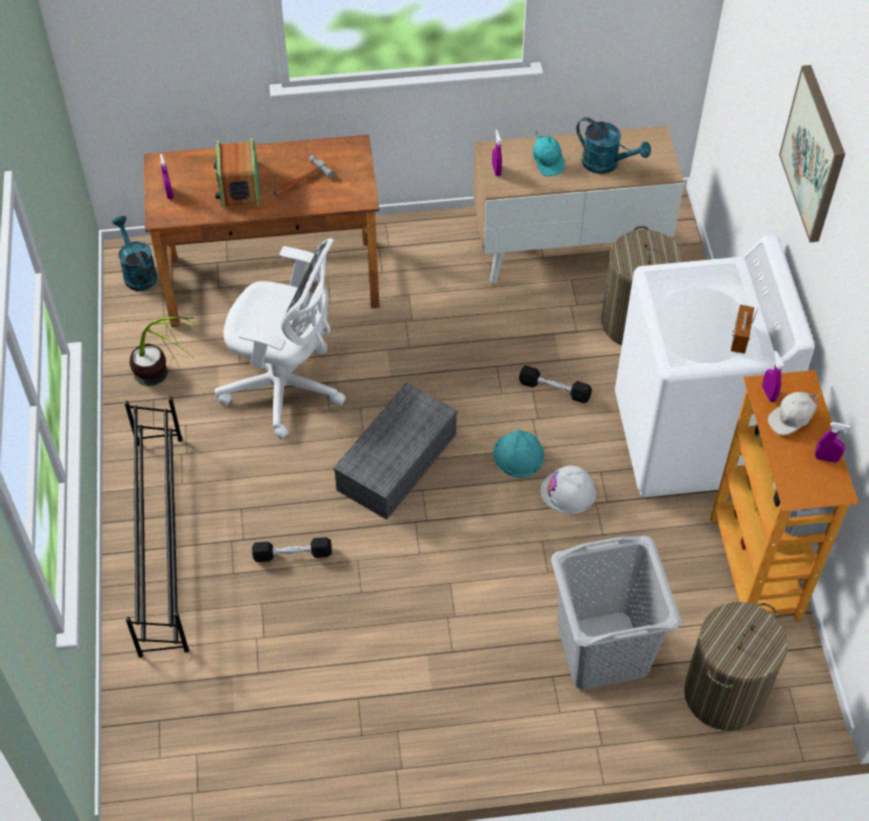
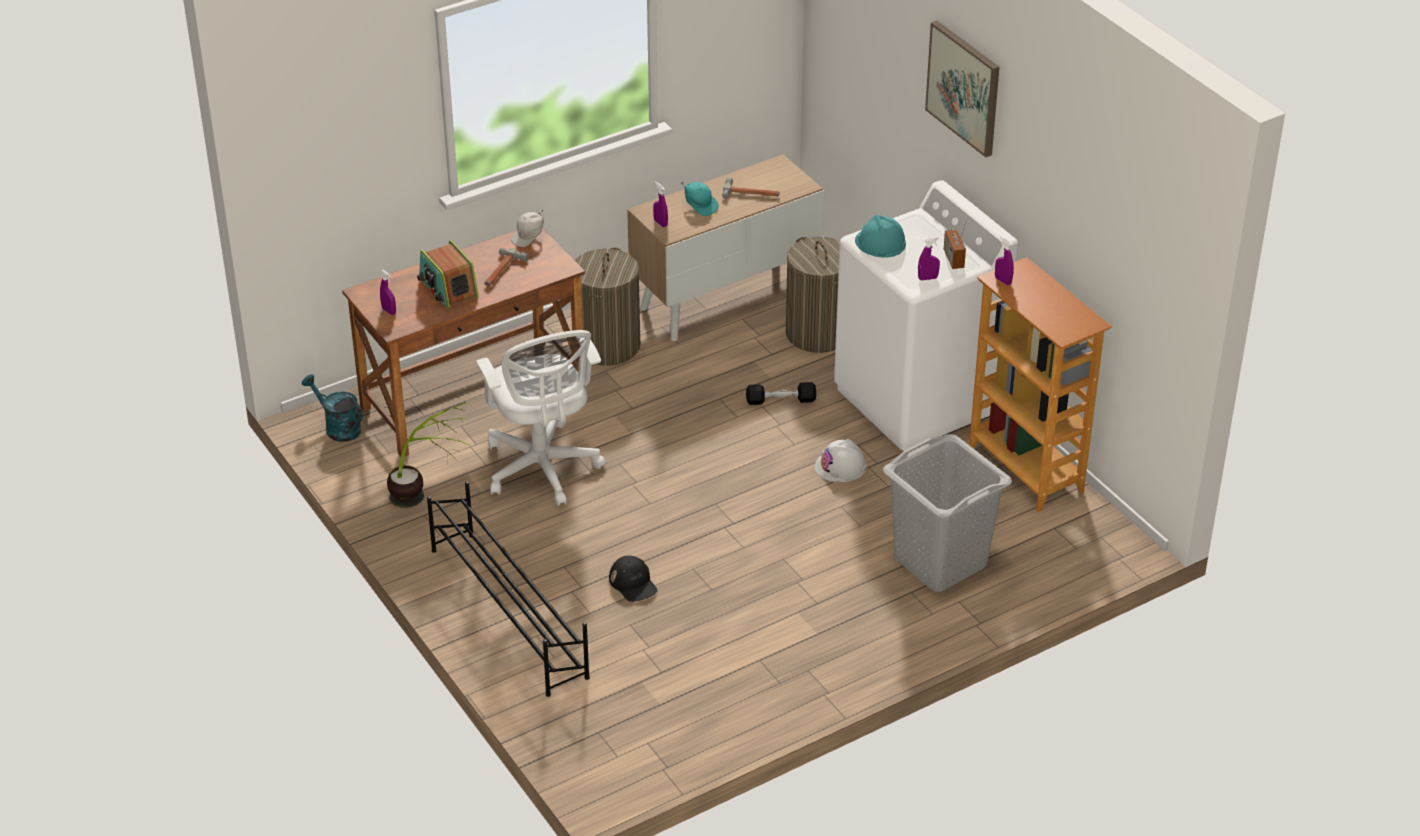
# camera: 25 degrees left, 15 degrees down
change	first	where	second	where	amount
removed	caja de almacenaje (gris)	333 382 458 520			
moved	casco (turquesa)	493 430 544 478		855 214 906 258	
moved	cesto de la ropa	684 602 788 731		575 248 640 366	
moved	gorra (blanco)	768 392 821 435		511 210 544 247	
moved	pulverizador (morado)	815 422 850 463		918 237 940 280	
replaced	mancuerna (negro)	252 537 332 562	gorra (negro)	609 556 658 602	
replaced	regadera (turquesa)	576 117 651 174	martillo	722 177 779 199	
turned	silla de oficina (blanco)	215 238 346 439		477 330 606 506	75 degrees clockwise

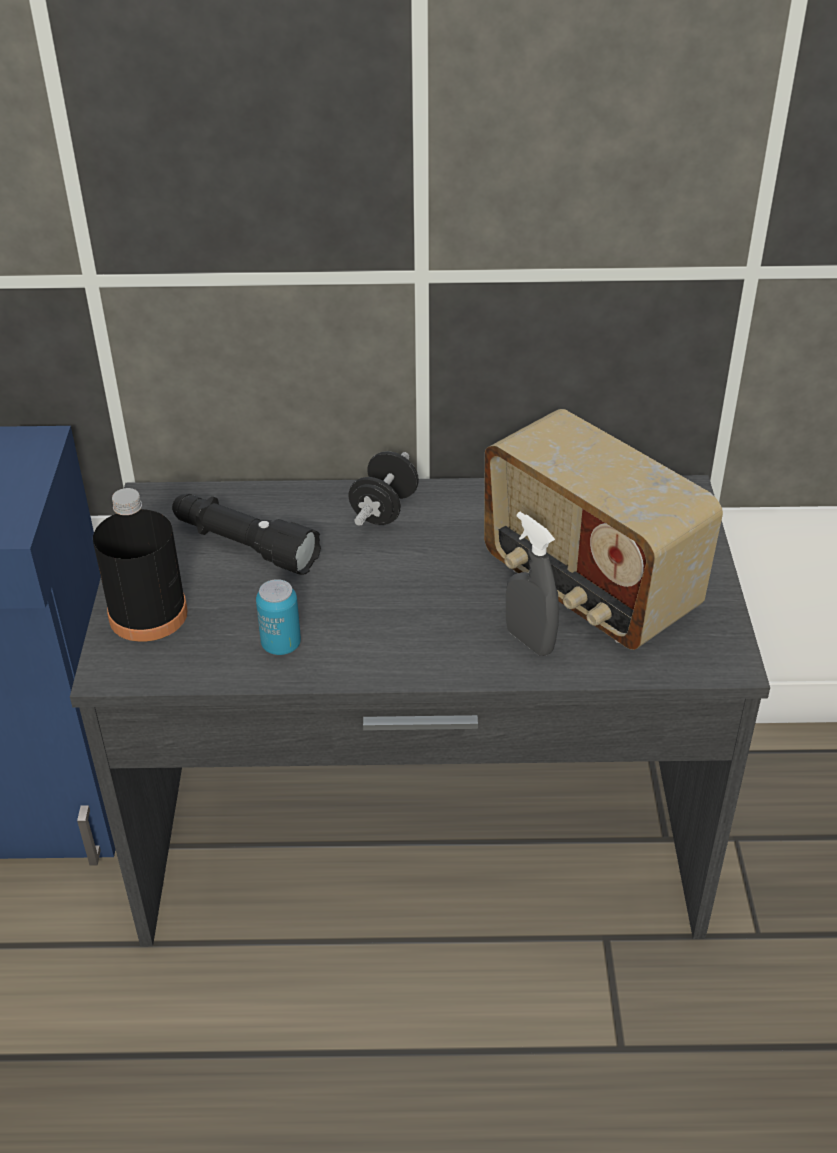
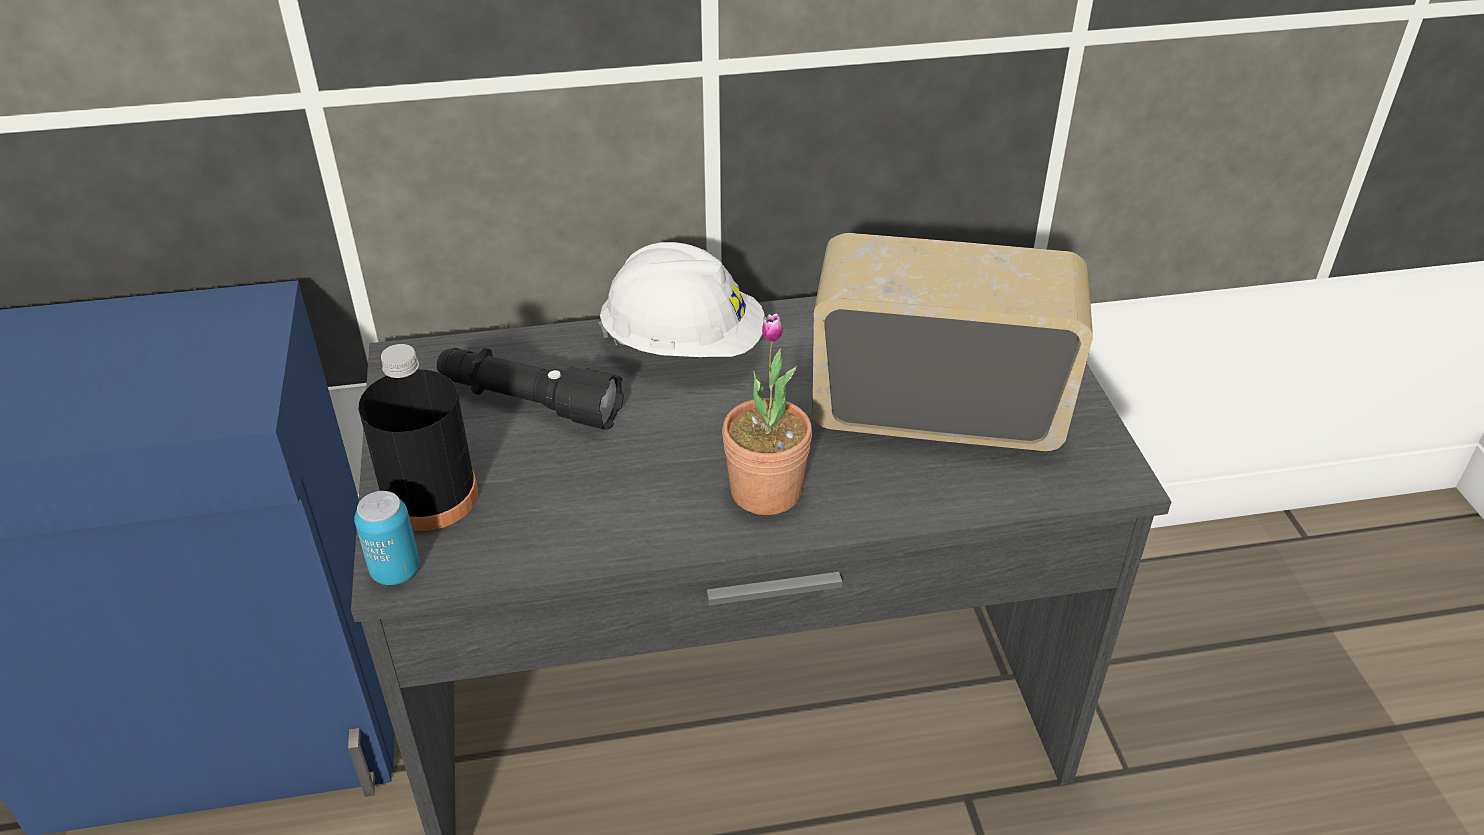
# camera: 10 degrees left, 0 degrees up
change	first	where	second	where	amount
removed	pulverizador (gris)	506 512 559 656			
added			planta en maceta	722 314 812 515	
moved	lata	256 579 301 655		354 491 420 585	
replaced	mancuerna (negro)	348 451 419 526	casco (blanco)	599 242 765 357	
turned	radio	484 409 723 650		813 233 1093 451	150 degrees clockwise

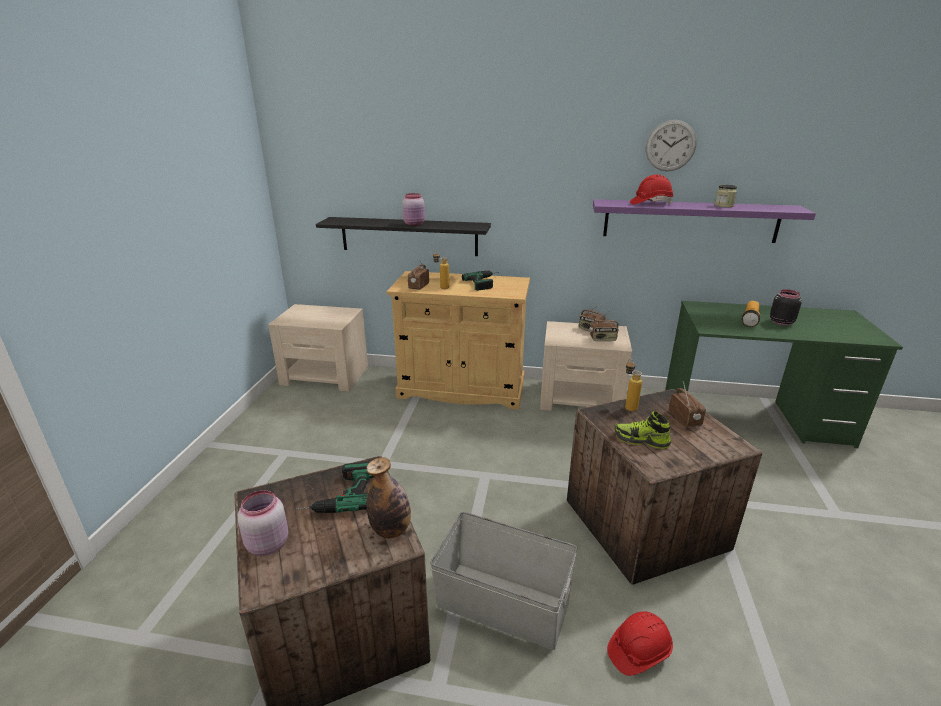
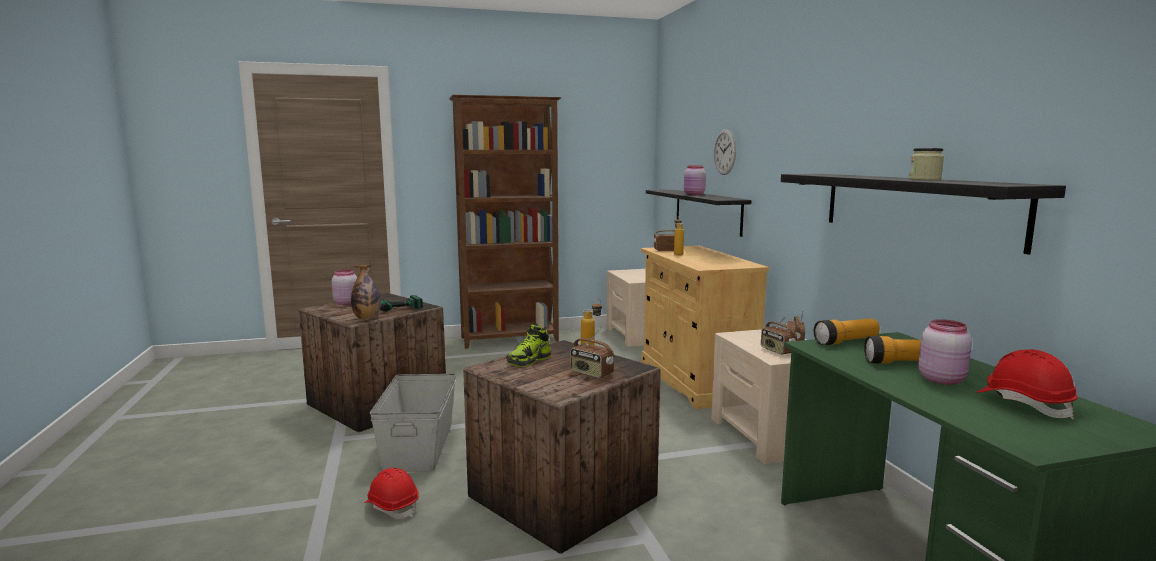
# camera: 65 degrees right, 15 degrees down
change	first	where	second	where	amount
removed	taladro	462 271 499 291			
added			estantería (marrón)	449 95 562 349	
added			linterna	814 318 879 345	
moved	casco (rojo)	630 174 673 204		975 349 1078 420	
moved	reloj de pared	646 120 697 171		714 129 736 175	
recoloured	estante (morado)	593 199 816 243	estante (negro)	781 174 1066 255	
recoloured	tarro (negro)	770 289 802 325	tarro (rosa)	918 319 972 385	
turned	zapato	614 411 671 449		506 325 551 367	135 degrees counterclockwise
turned	radio	669 381 706 427		570 327 614 378	75 degrees clockwise

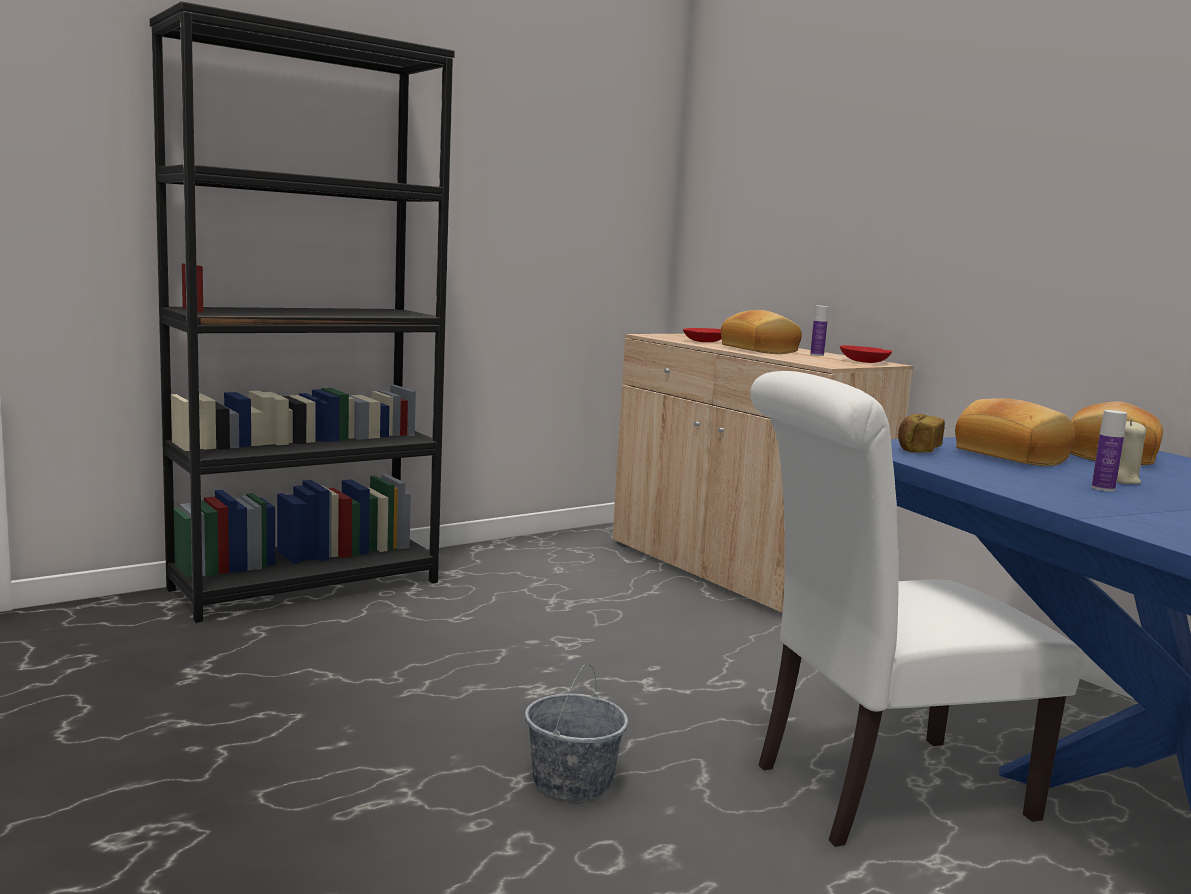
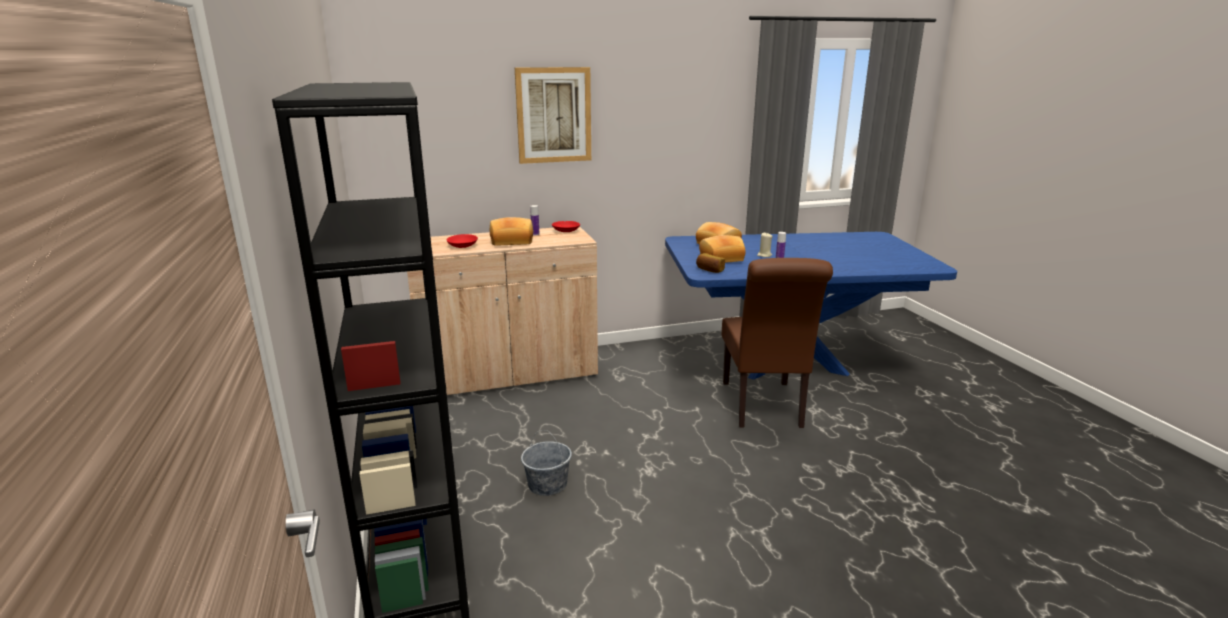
# camera: 70 degrees left, 10 degrees up
change	first	where	second	where	amount
added			cuadro	515 67 591 164	
moved	cubo (gris)	525 664 628 801		521 430 572 496	
recoloured	silla (blanco)	750 371 1083 847	silla (marrón)	722 258 833 428	

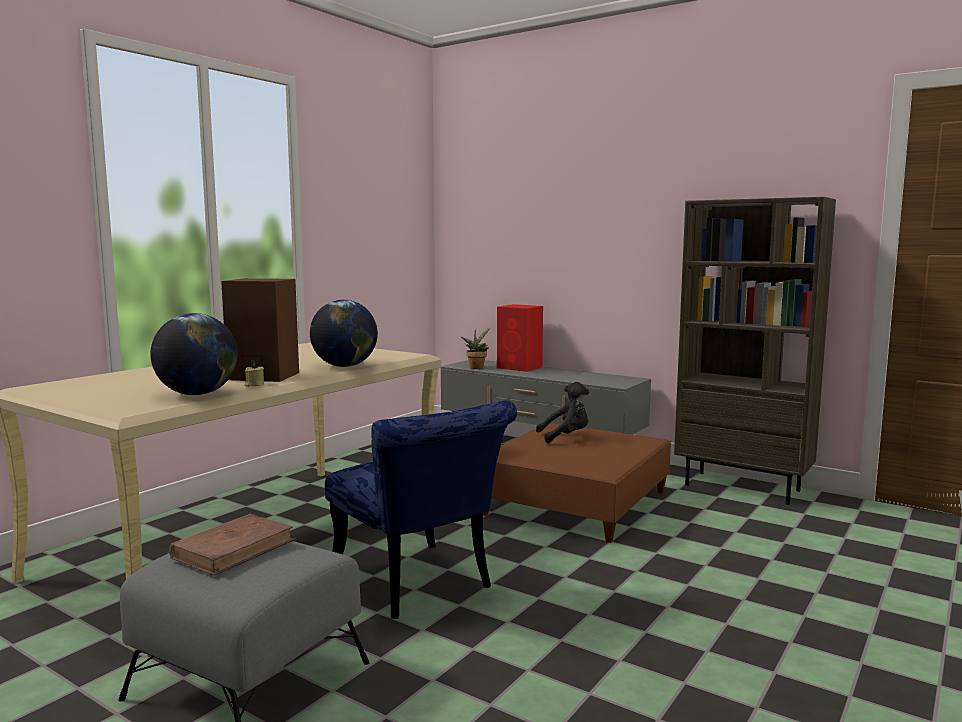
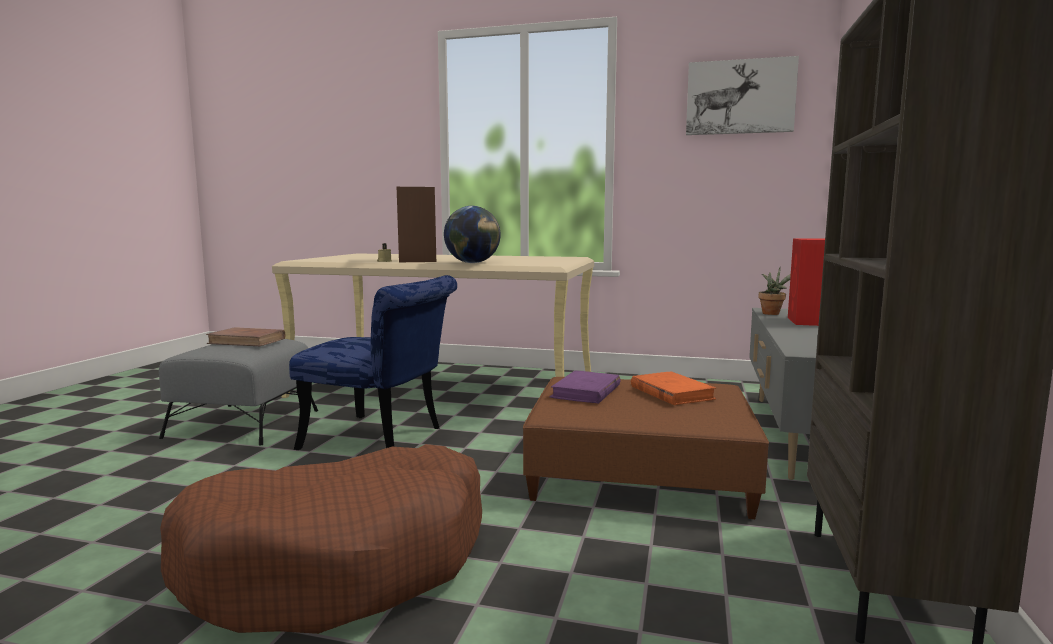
# camera: 70 degrees right, 0 degrees up
change	first	where	second	where	amount
removed	globo terráqueo	150 313 238 395			
added			cama para perro (marrón)	160 444 482 634	
added			libro (morado)	549 370 621 404	
added			cuadro	686 56 799 135	
replaced	peluche (negro)	536 382 589 443	libro (naranja)	631 372 716 405	
turned	silla (azul)	325 400 517 619		289 275 457 450	105 degrees counterclockwise

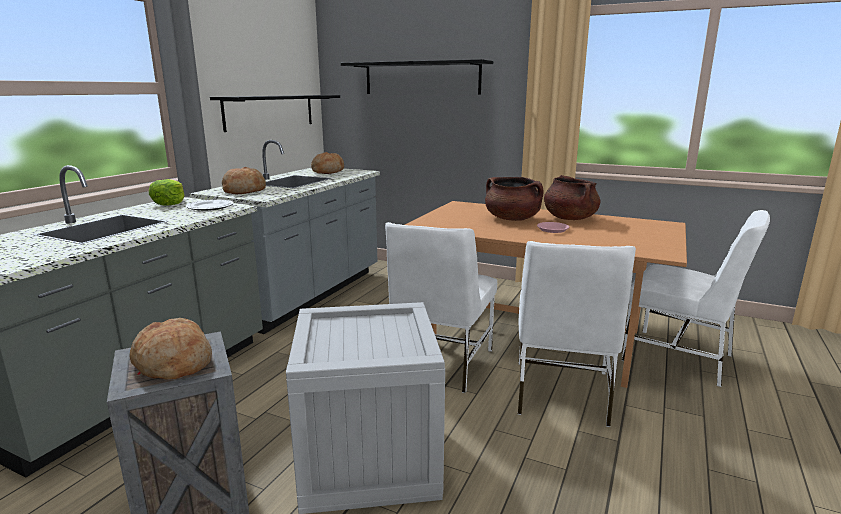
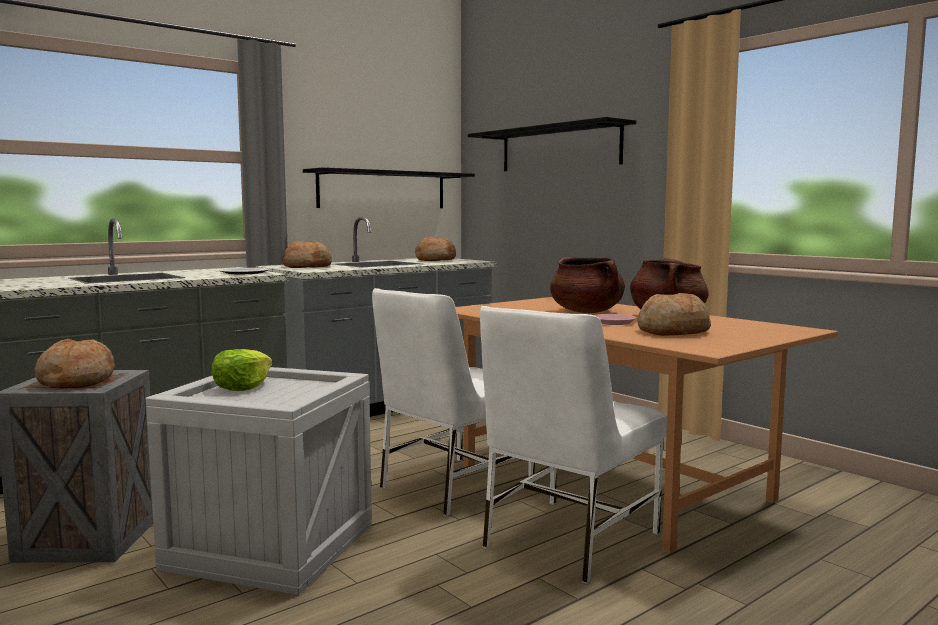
# camera: 25 degrees right, 10 degrees down
change	first	where	second	where	amount
removed	silla (blanco)	622 210 770 387			
added			pan	638 293 711 335	
moved	lechuga	149 179 185 206		211 349 272 391	

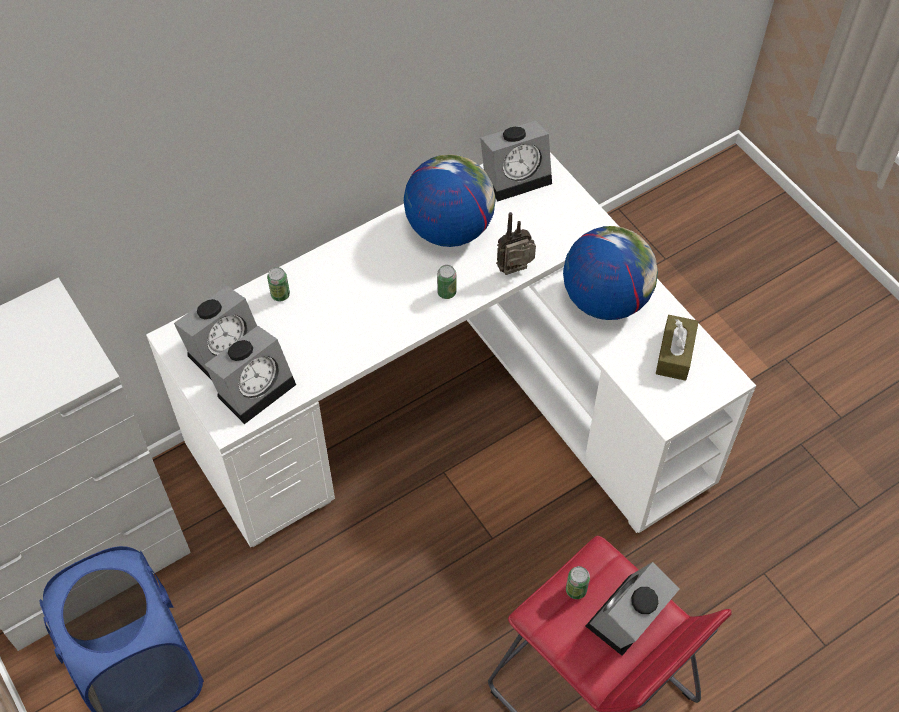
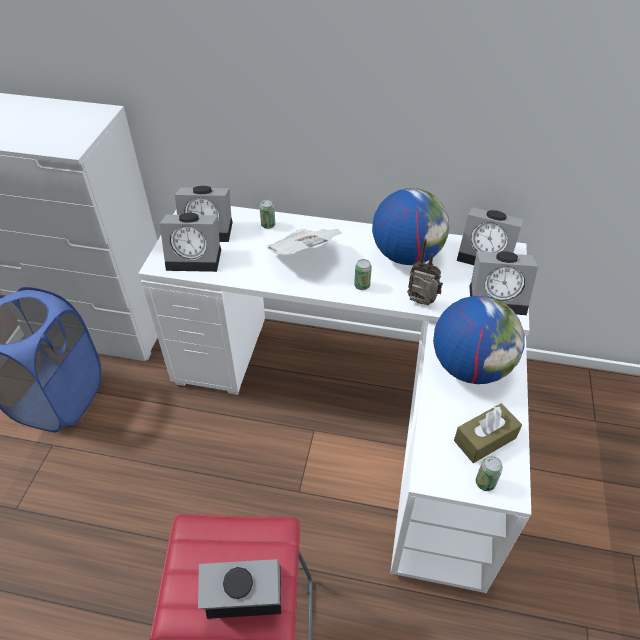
# camera: 45 degrees right, 10 degrees down
change	first	where	second	where	amount
added			periódico	267 229 342 255	
added			despertador	469 251 538 315	
moved	lata	566 566 590 599		476 456 503 491	

